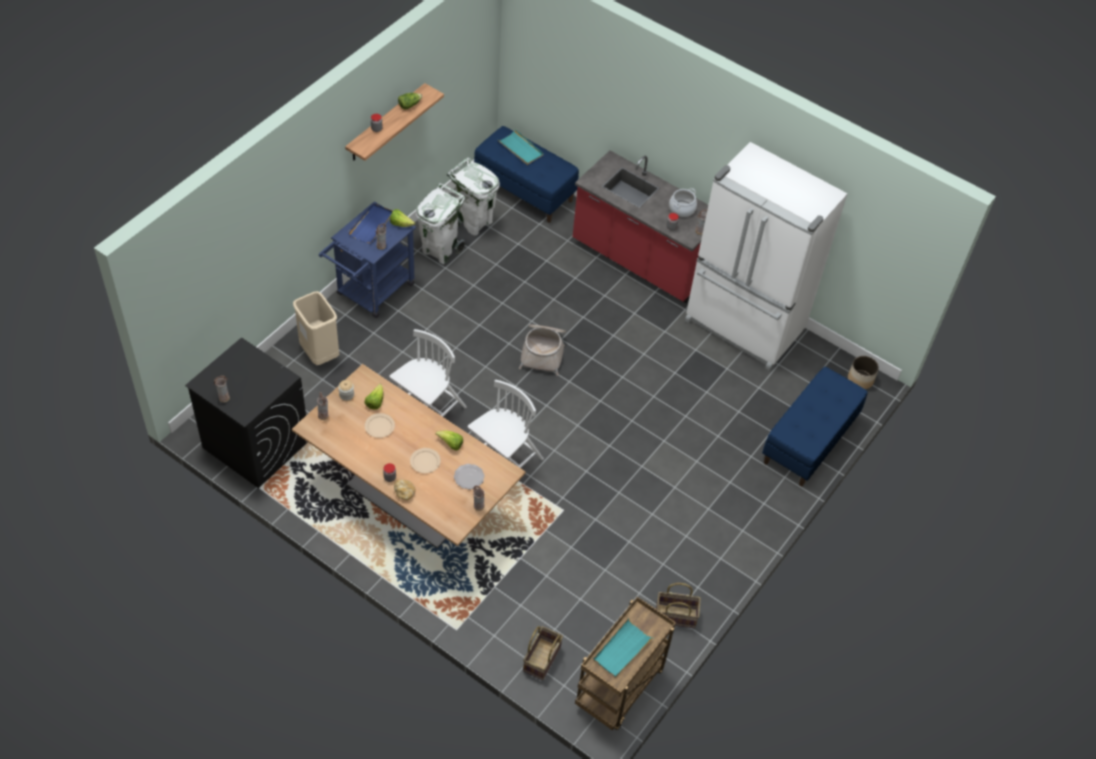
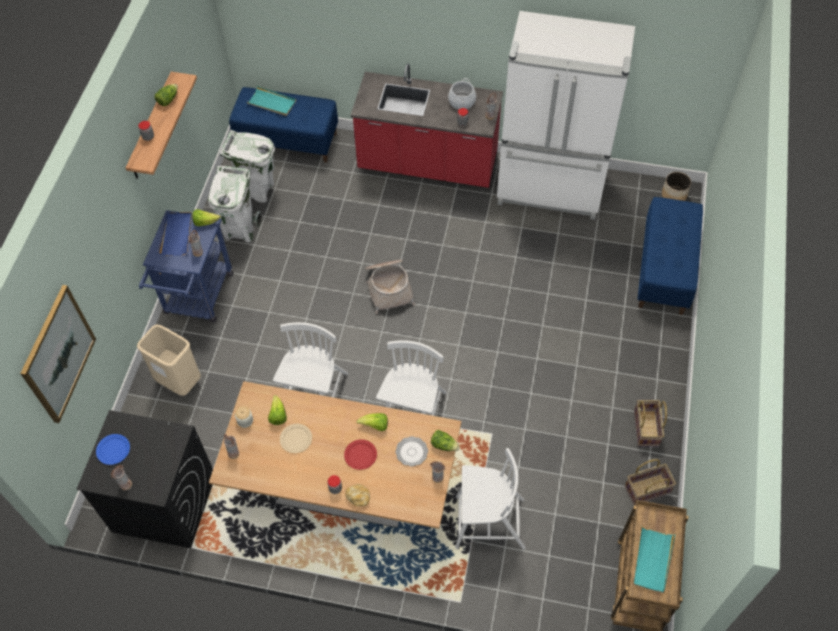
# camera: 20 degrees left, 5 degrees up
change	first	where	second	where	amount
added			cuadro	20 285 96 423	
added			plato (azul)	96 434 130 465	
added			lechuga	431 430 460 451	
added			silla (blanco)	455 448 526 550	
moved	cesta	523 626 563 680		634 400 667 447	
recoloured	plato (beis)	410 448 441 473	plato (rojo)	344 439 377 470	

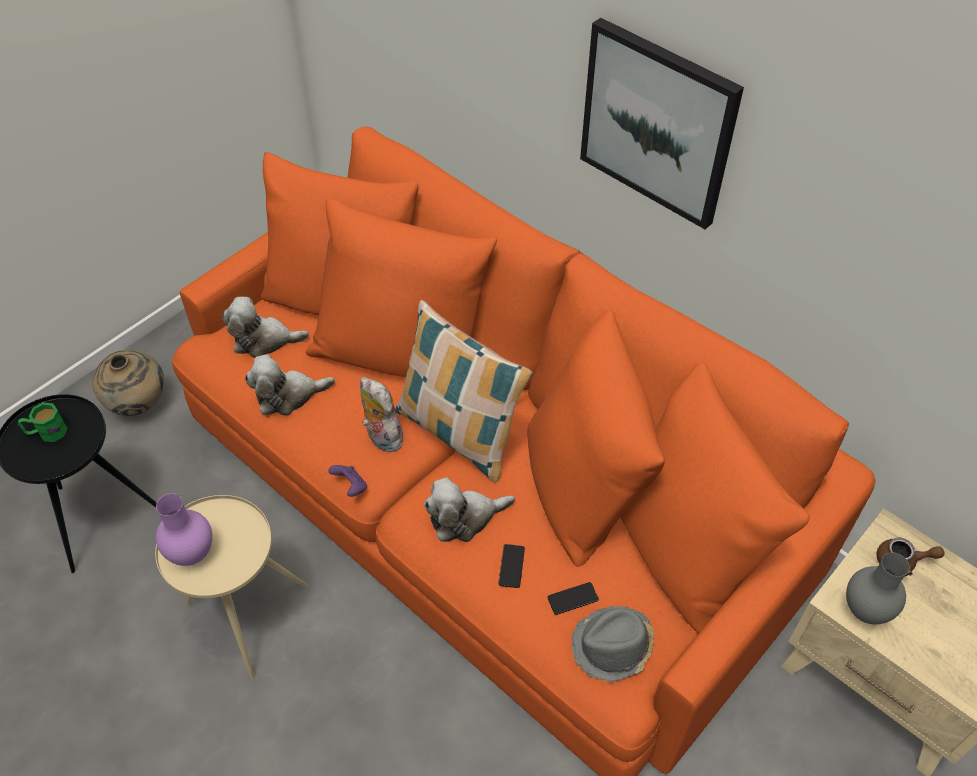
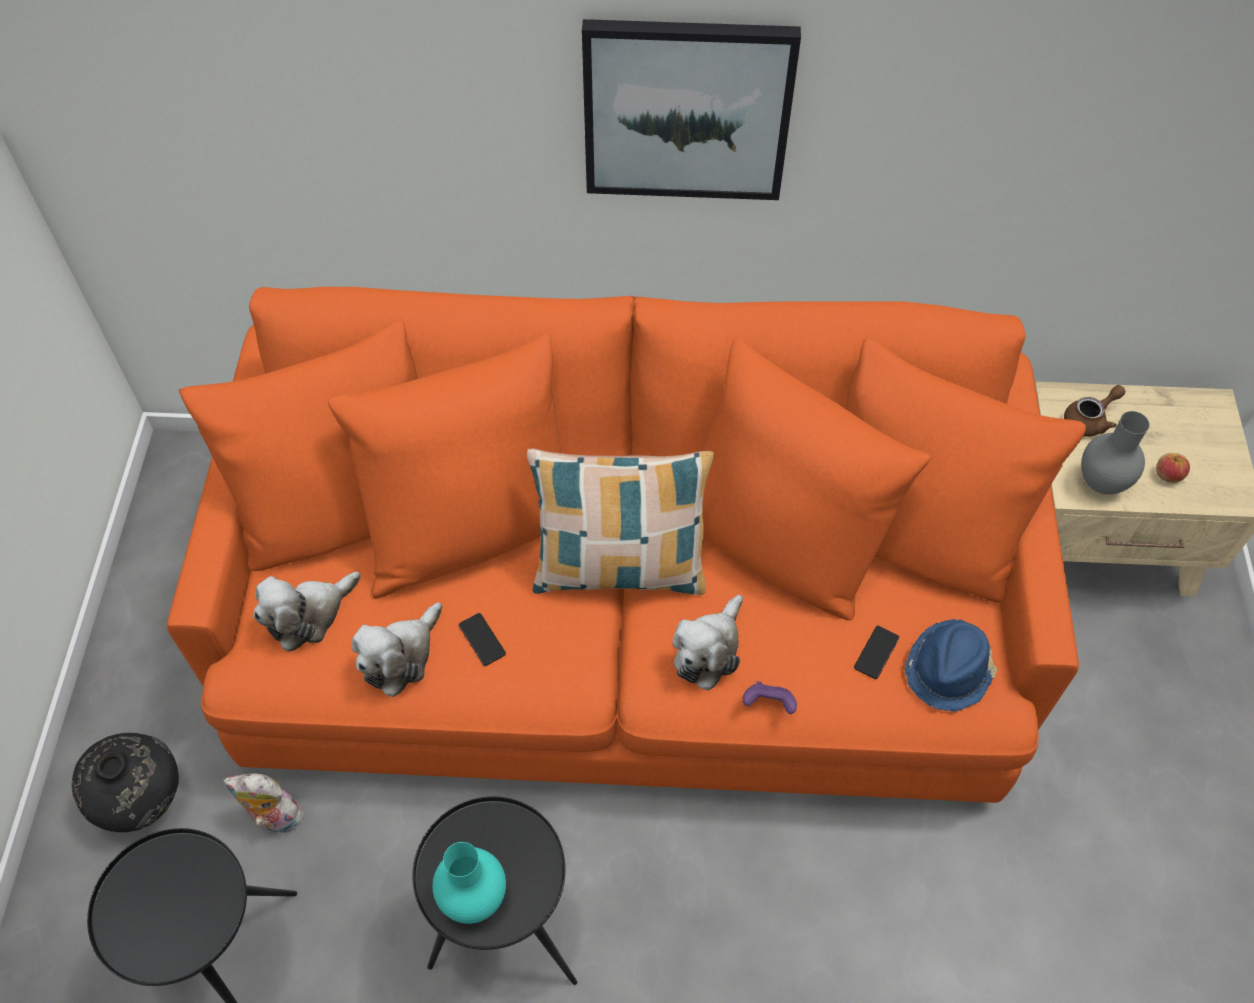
# camera: 40 degrees left, 5 degrees up
change	first	where	second	where	amount
removed	taza grande (verde)	18 403 68 442			
added			manzana	1156 453 1190 482	
moved	mando de consola (morado)	328 465 367 497		743 681 797 714	
moved	peluche	360 377 403 452		223 773 306 833	
moved	móvil	498 544 525 588		459 613 506 666	
recoloured	florero (beis)	93 350 164 416	florero (negro)	72 733 179 832	
recoloured	mesa auxiliar (beis)	155 495 308 680	mesa auxiliar (negro)	412 796 577 985	
recoloured	florero (morado)	156 493 212 566	florero (turquesa)	433 842 506 924	
recoloured	sombrero (gris)	571 606 654 682	sombrero (azul)	905 619 997 712	

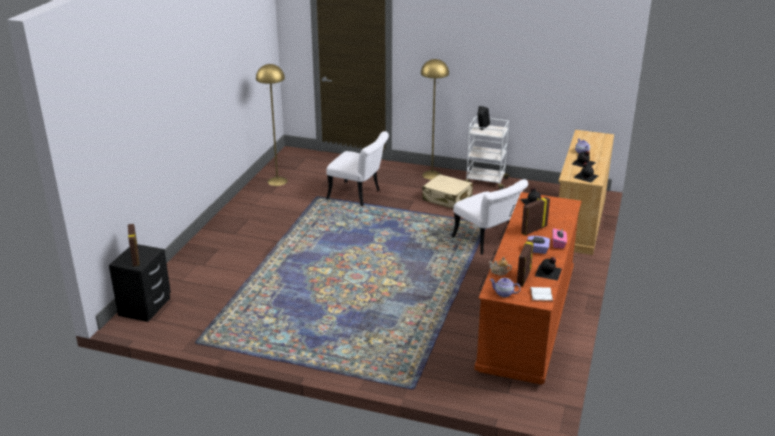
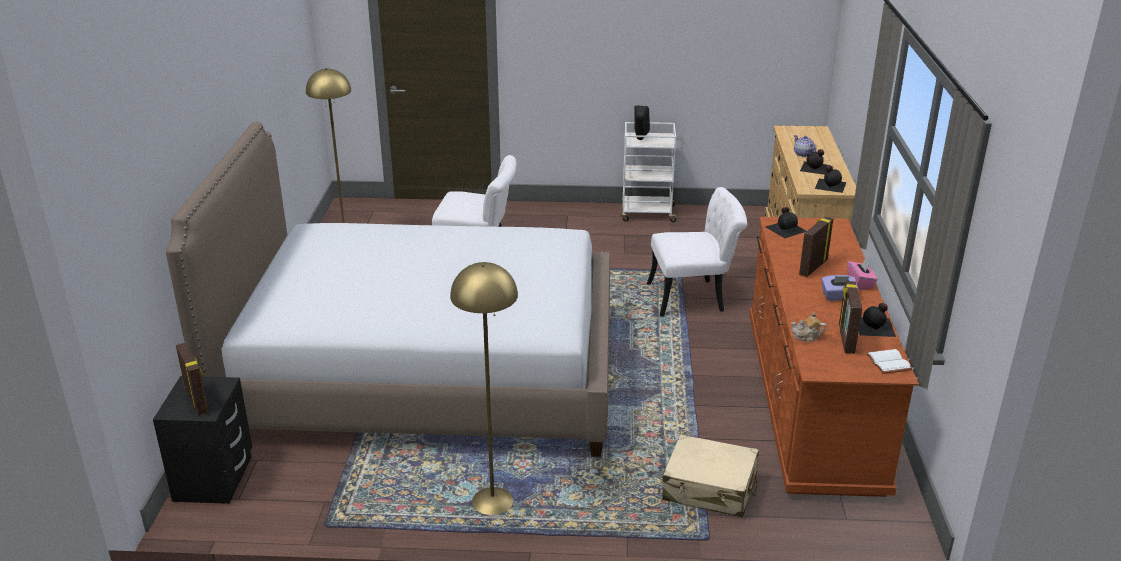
# camera: 15 degrees left, 0 degrees up
change	first	where	second	where	amount
removed	tetera	490 278 521 297			
added			cama	166 121 610 457	
moved	lámpara de pie (amarillo)	421 59 449 180		450 262 518 515	
moved	maleta (beis)	422 174 473 209		662 434 759 518	
turned	silla (blanco)	451 179 528 255		647 187 747 317	45 degrees counterclockwise

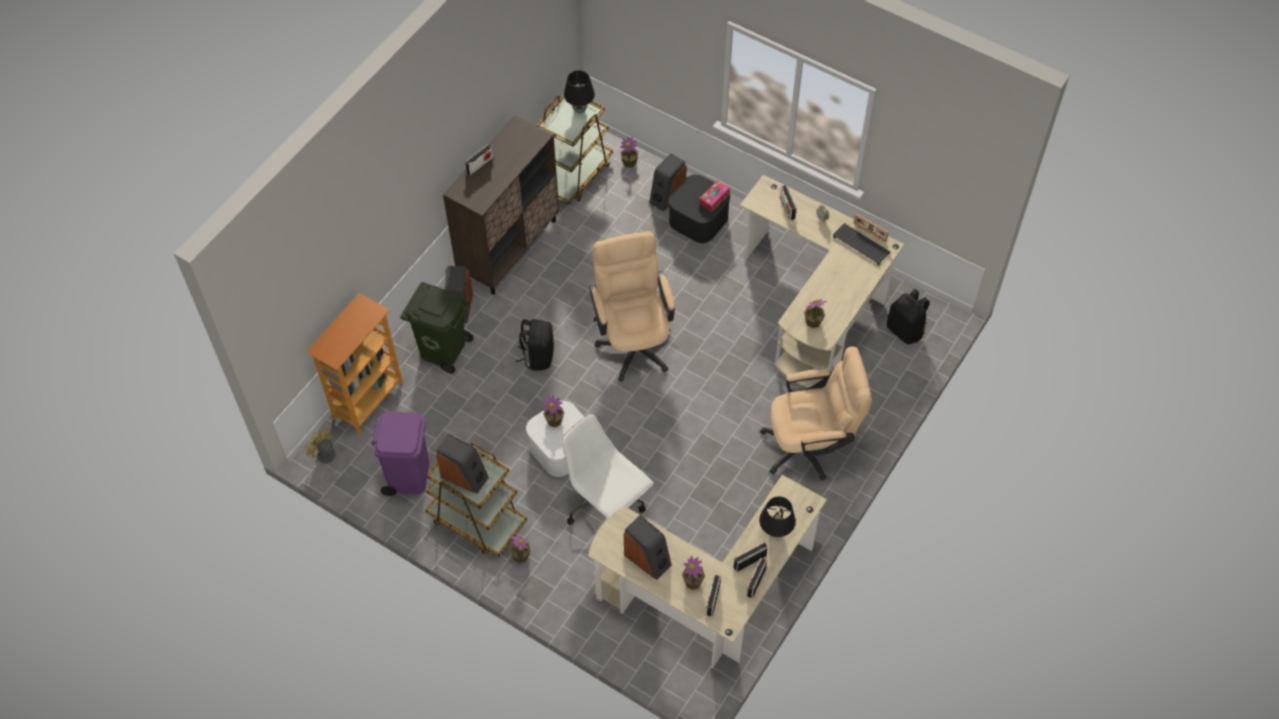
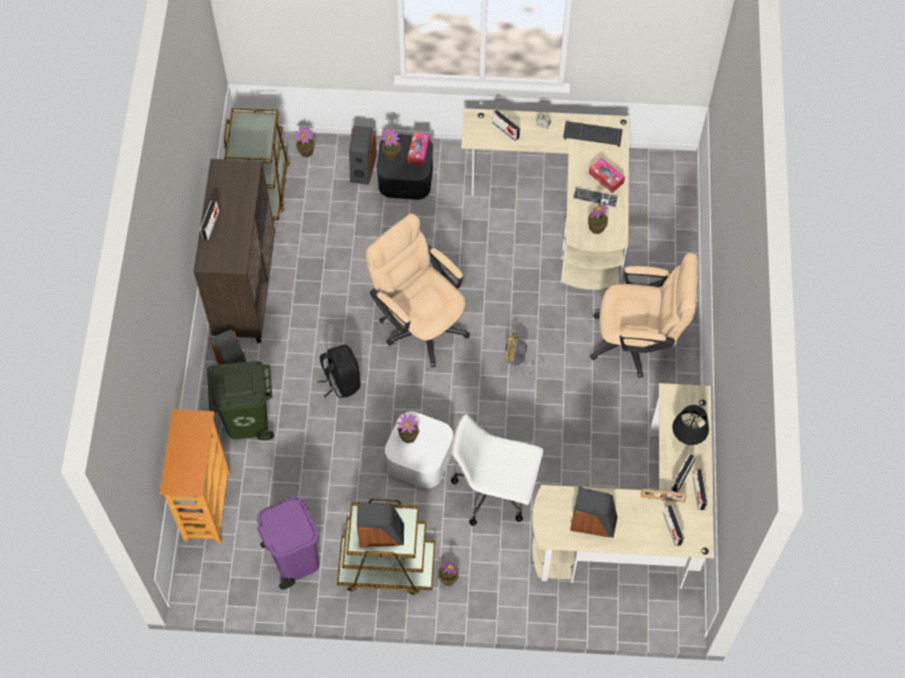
# camera: 30 degrees left, 5 degrees up
change	first	where	second	where	amount
removed	lámpara de mesa (negro)	564 70 595 114			
removed	mochila (negro)	887 289 930 344			
added			teclado	573 187 618 208	
added			caja de pañuelos	589 158 625 193	
moved	ventilador (amarillo)	306 427 337 484		505 330 545 377	
moved	planta en maceta	682 556 705 590		381 128 401 160	
moved	portarretratos	854 214 889 242		641 489 687 503	
turned	silla de oficina (beis)	760 346 872 481		590 253 698 378	45 degrees clockwise

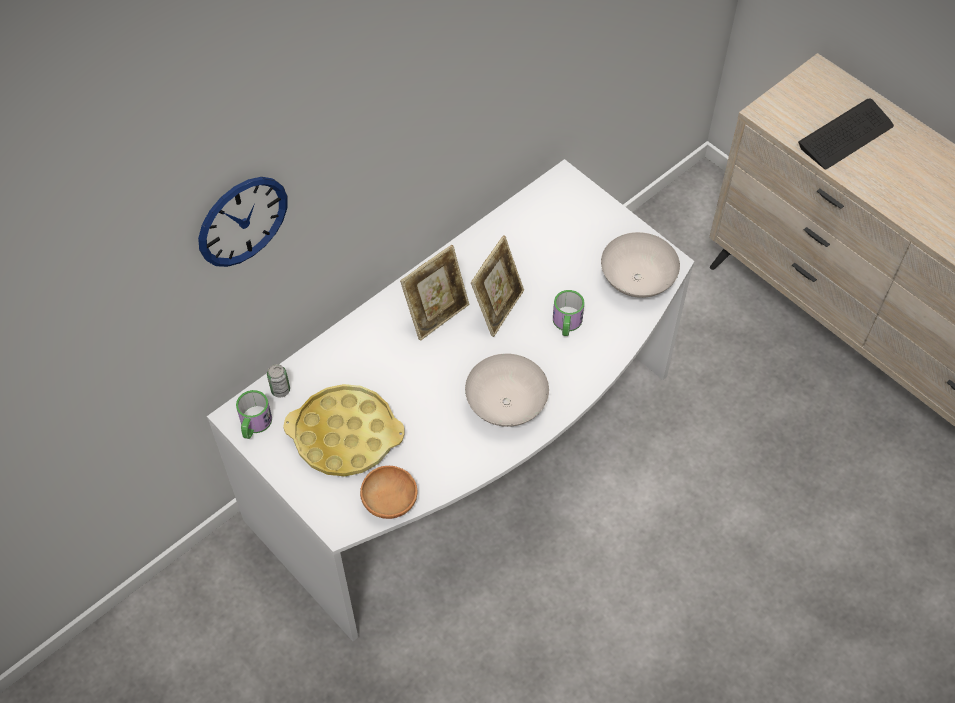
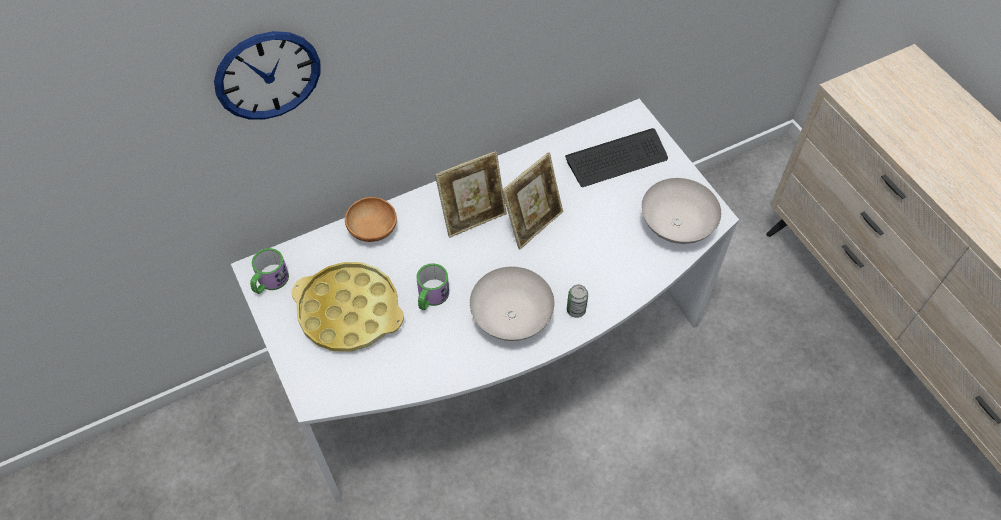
# camera: 15 degrees right, 0 degrees up
change	first	where	second	where	amount
moved	lata	267 364 290 397		567 284 588 318	
moved	cuenco (marrón)	360 466 417 519		345 197 397 242	
moved	taza grande	553 290 584 336		417 263 449 310	
moved	teclado	798 99 894 169		565 128 668 187	

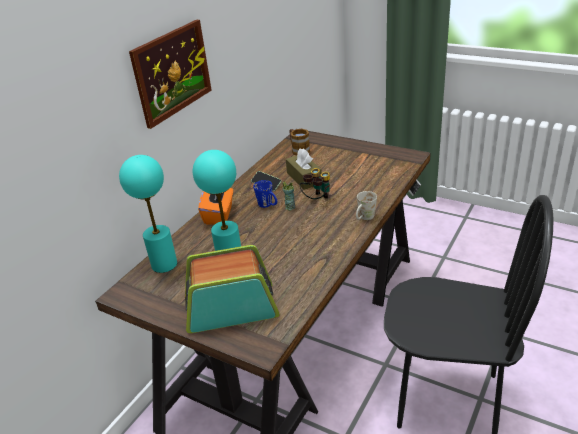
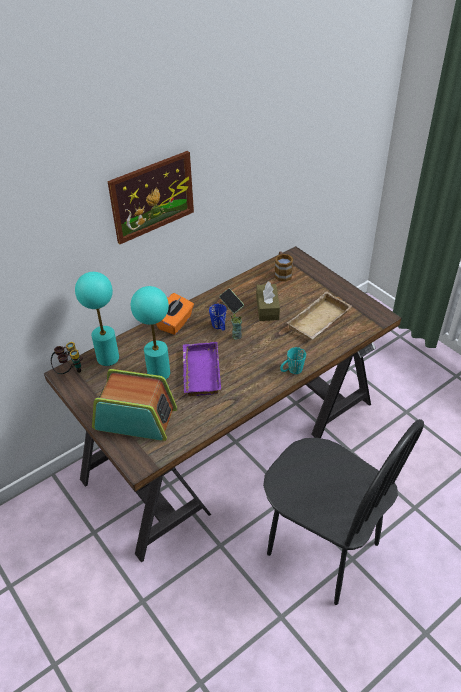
# camera: 20 degrees right, 10 degrees up
change	first	where	second	where	amount
added			bandeja (morado)	183 342 221 396	
added			bandeja (beis)	287 291 352 340	
moved	prismáticos	300 168 330 199		51 342 83 374	
recoloured	taza grande (blanco)	356 191 377 220	taza grande (turquesa)	280 347 306 374	

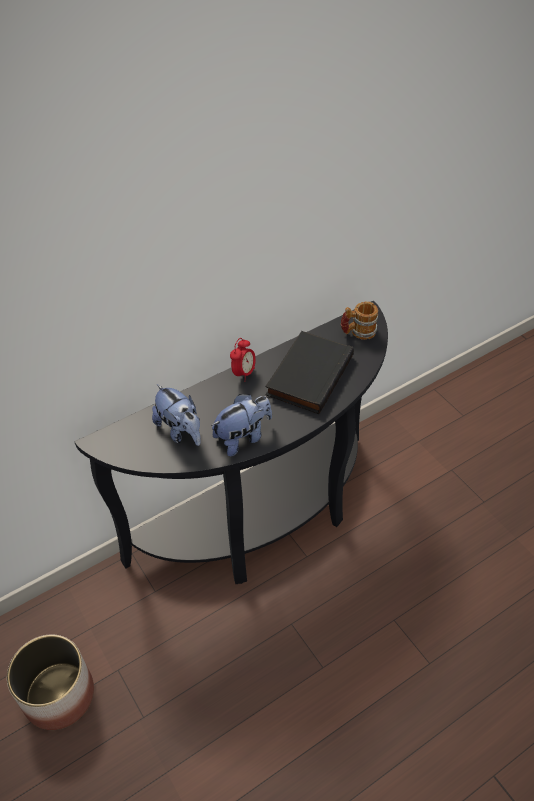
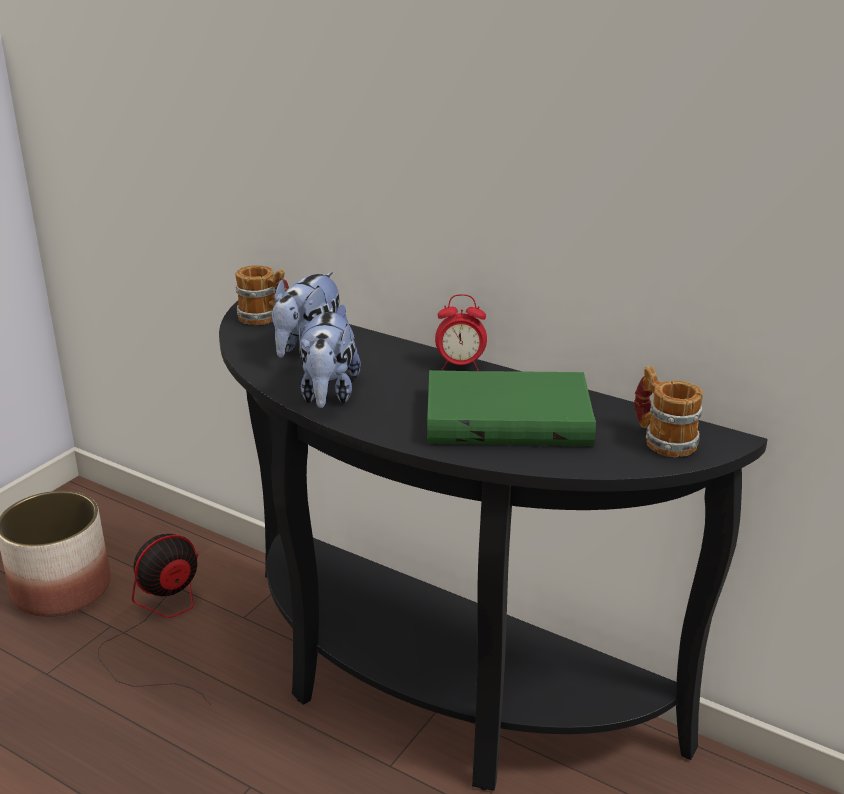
# camera: 65 degrees right, 20 degrees down
change	first	where	second	where	amount
added			ventilador	98 534 211 705	
added			taza grande	235 265 289 325	
recoloured	libro (negro)	265 331 354 414	libro (verde)	427 370 596 446	
turned	peluche	211 394 272 456		299 308 361 408	60 degrees clockwise

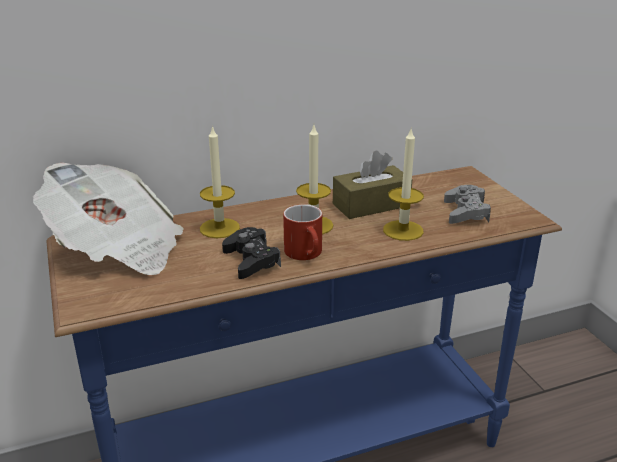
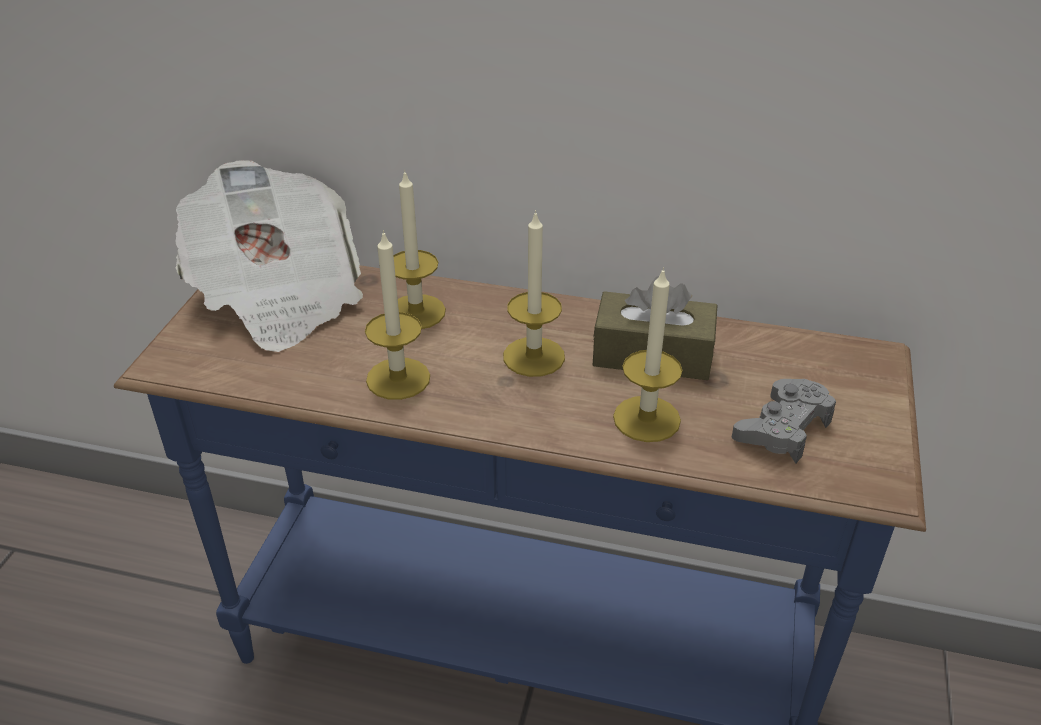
# camera: 35 degrees right, 10 degrees up
change	first	where	second	where	amount
removed	taza grande (rojo)	283 204 322 260			
replaced	mando de consola (negro)	222 227 281 279	vela	365 230 430 400	

